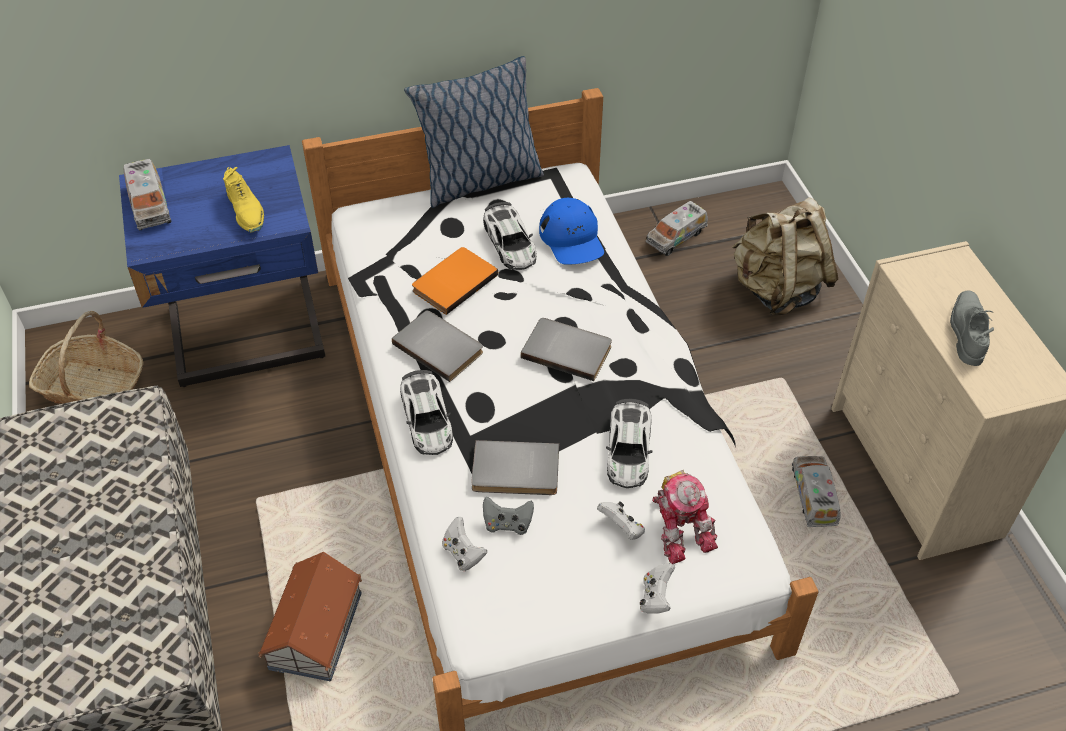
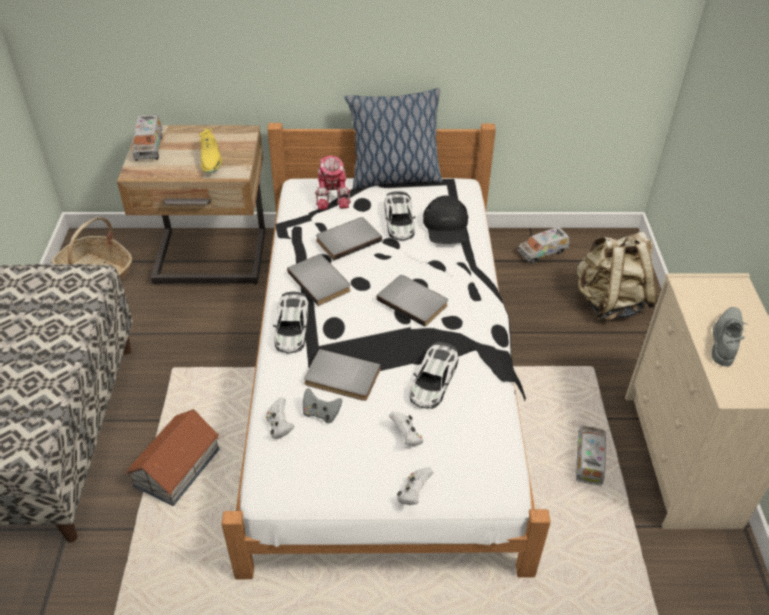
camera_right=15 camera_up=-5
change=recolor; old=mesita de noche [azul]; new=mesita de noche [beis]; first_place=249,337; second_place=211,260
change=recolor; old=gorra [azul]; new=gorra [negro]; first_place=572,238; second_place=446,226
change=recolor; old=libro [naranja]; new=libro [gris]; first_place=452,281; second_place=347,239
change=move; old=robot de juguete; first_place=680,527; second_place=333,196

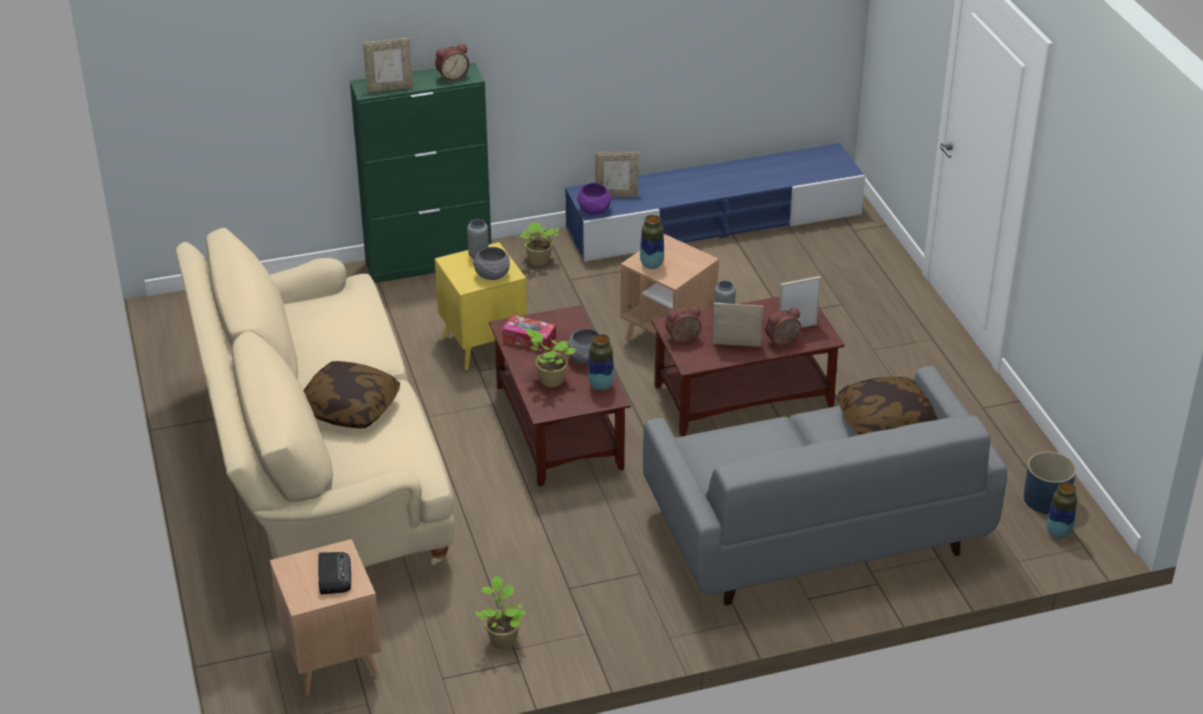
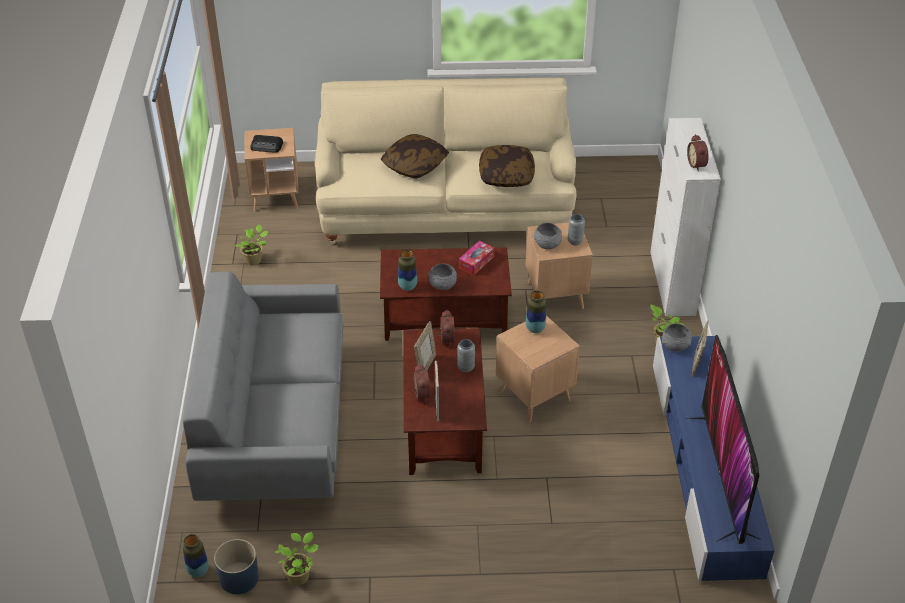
camera_right=105 camera_up=5
change=delete; old=portarretratos; first_place=390,88
change=recolor; old=armario [verde]; new=armario [blanco]; first_place=429,262; second_place=672,283
change=recolor; old=cuenco [morado]; new=cuenco [gris]; first_place=594,210; second_place=675,346
change=recolor; old=mesa auxiliar [amarillo]; new=mesa auxiliar [marrón]; first_place=483,345; second_place=555,295
change=move; old=planta en maceta; first_place=550,380; second_place=299,575
change=move; old=cojín; first_place=885,422; second_place=506,175
change=insert; new=televisor; second_place=723,476

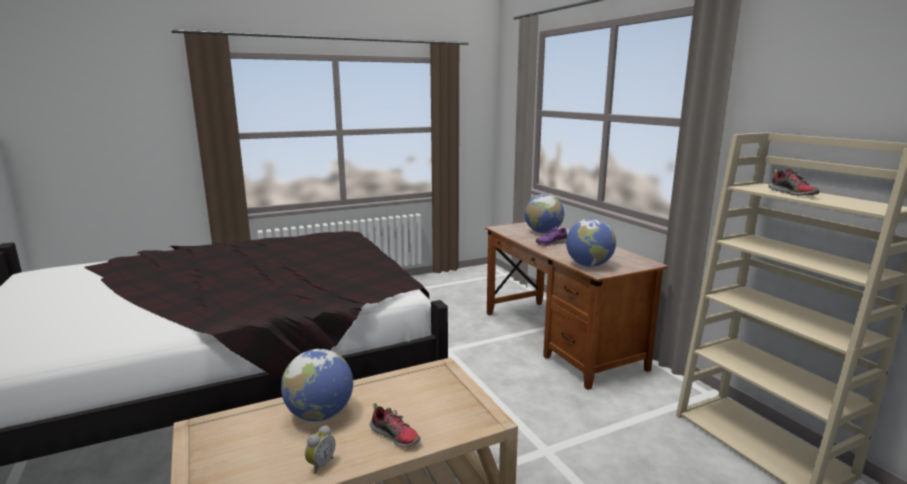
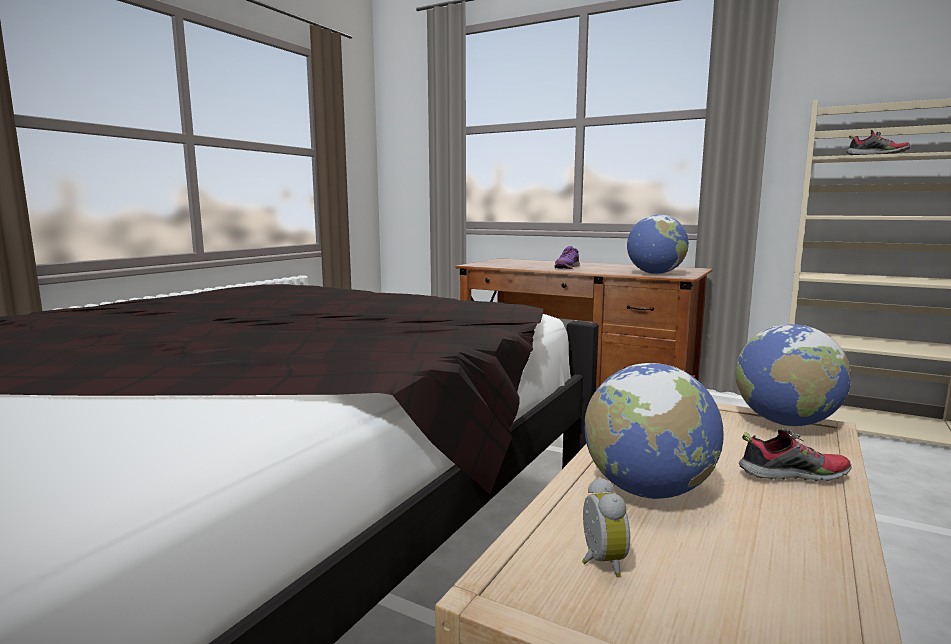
camera_right=-35 camera_up=-5
change=move; old=globo terráqueo; first_place=543,232; second_place=785,422
change=move; old=despertador; first_place=320,464; second_place=599,562

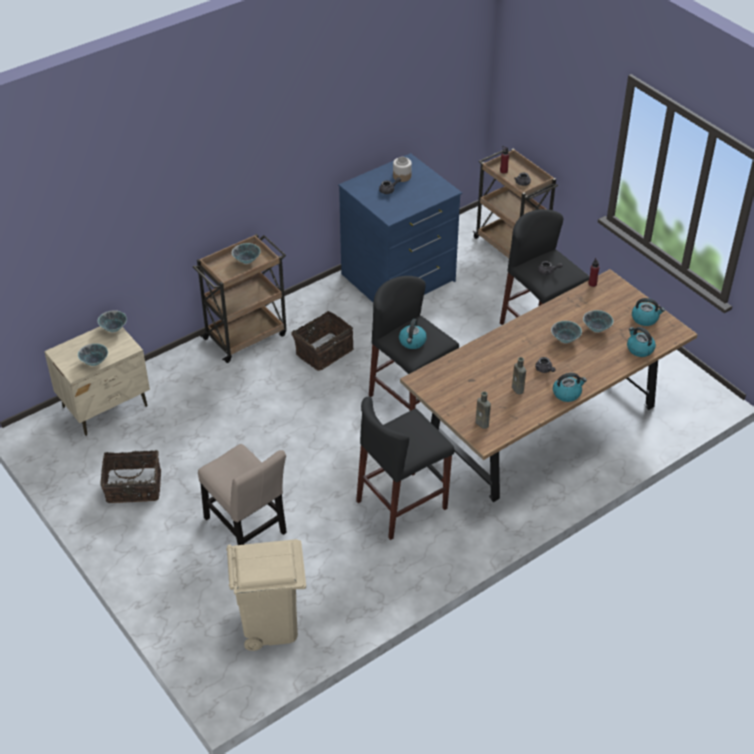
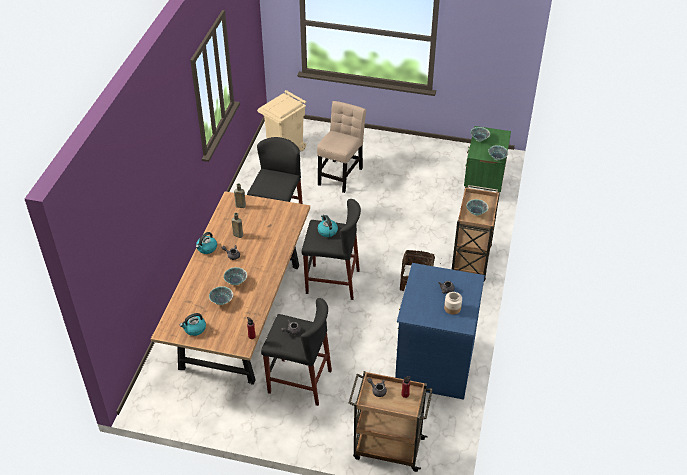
camera_right=140 camera_up=0
change=recolor; old=mesita de noche [beis]; new=mesita de noche [verde]; first_place=105,406; second_place=483,184
change=delete; old=hervidor; first_place=639,349
change=rotate; old=silla [beis]; first_place=247,529; second_place=341,174; degrees=105
change=delete; old=cesta; first_place=133,488

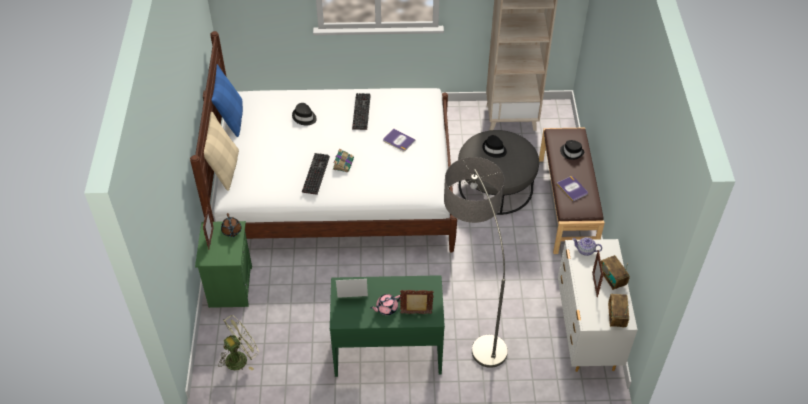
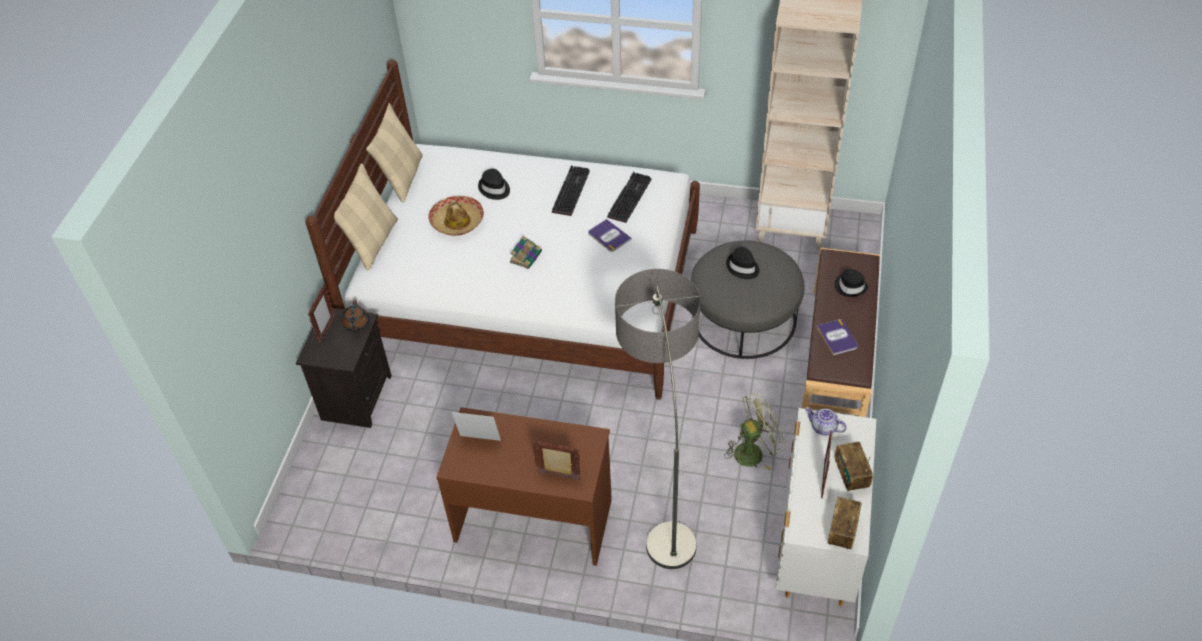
camera_right=15 camera_up=0
change=recolor; old=cojín [azul]; new=cojín [beis]; first_place=231,118; second_place=402,177
change=move; old=teclado; first_place=315,173; second_place=628,197
change=recolor; old=mesita de noche [verde]; new=mesita de noche [negro]; first_place=229,286; second_place=355,396
change=recolor; old=escritorio [verde]; new=escritorio [marrón]; first_place=387,350; second_place=533,519
change=delete; old=tetera [rosa]; first_place=386,308
change=move; old=ventilador [verde]; first_place=240,357; second_place=753,451
change=insert; new=sombrero; second_place=457,221

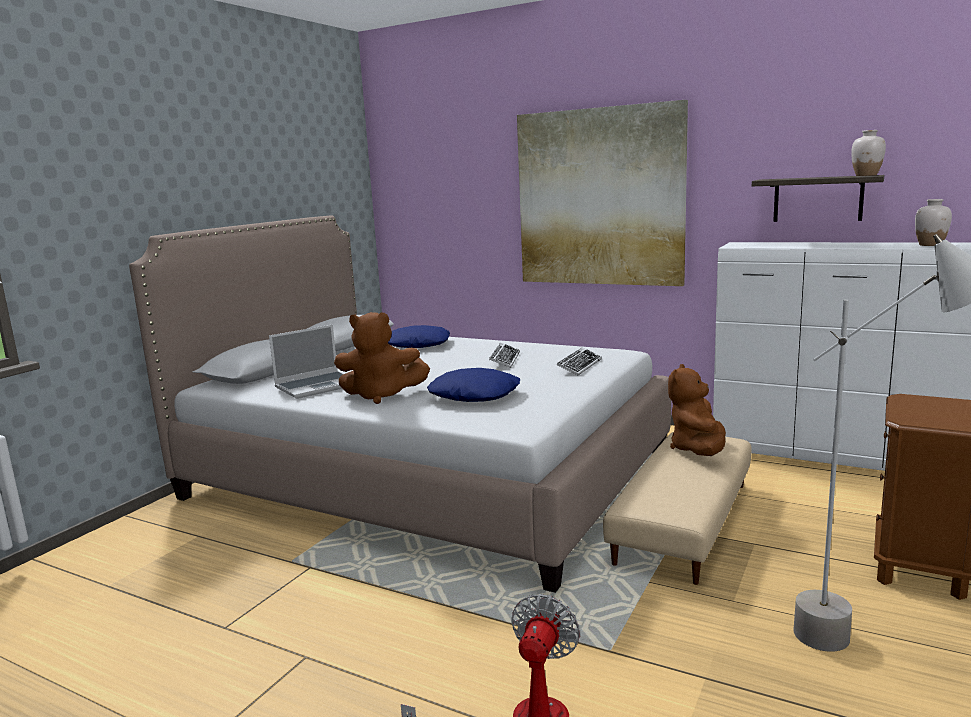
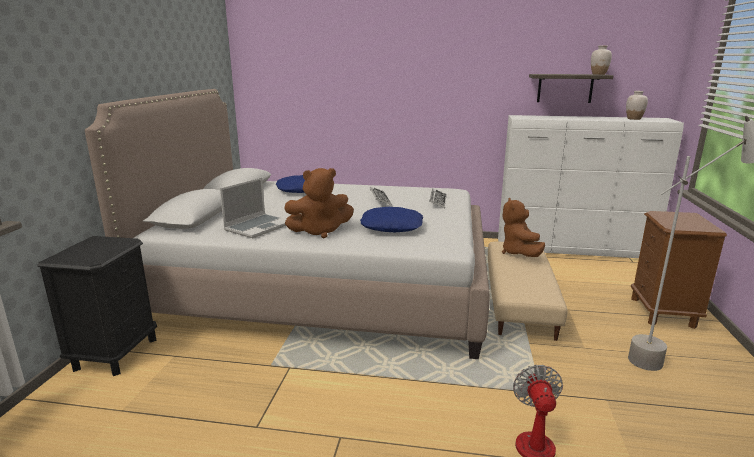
camera_right=-20 camera_up=5
change=delete; old=cuadro; first_place=600,197
change=insert; new=mesita de noche [negro]; second_place=115,354

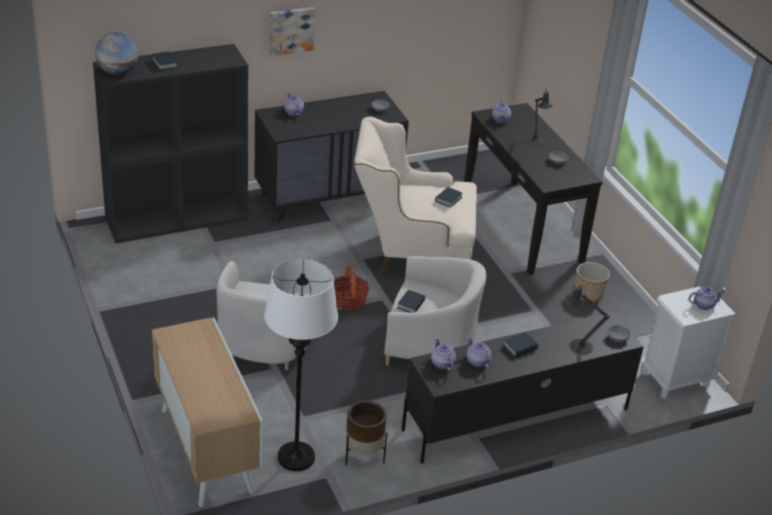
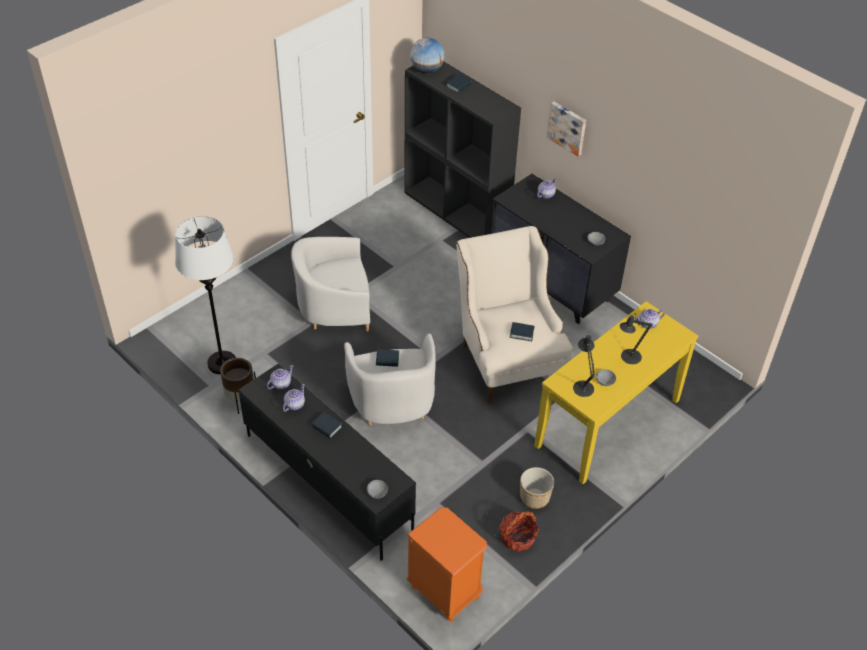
camera_right=70 camera_up=10
change=recolor; old=mesa consola [negro]; new=mesa consola [amarillo]; first_place=522,226; second_place=608,423
change=move; old=cesta; first_place=349,300; second_place=517,537
change=move; old=lámpara de mesa [negro]; first_place=577,346; second_place=582,386
change=recolor; old=mesita de noche [blanco]; new=mesita de noche [naranja]; first_place=675,379; second_place=445,591
change=delete; old=tetera; first_place=704,305
change=delete; old=armario; first_place=205,449

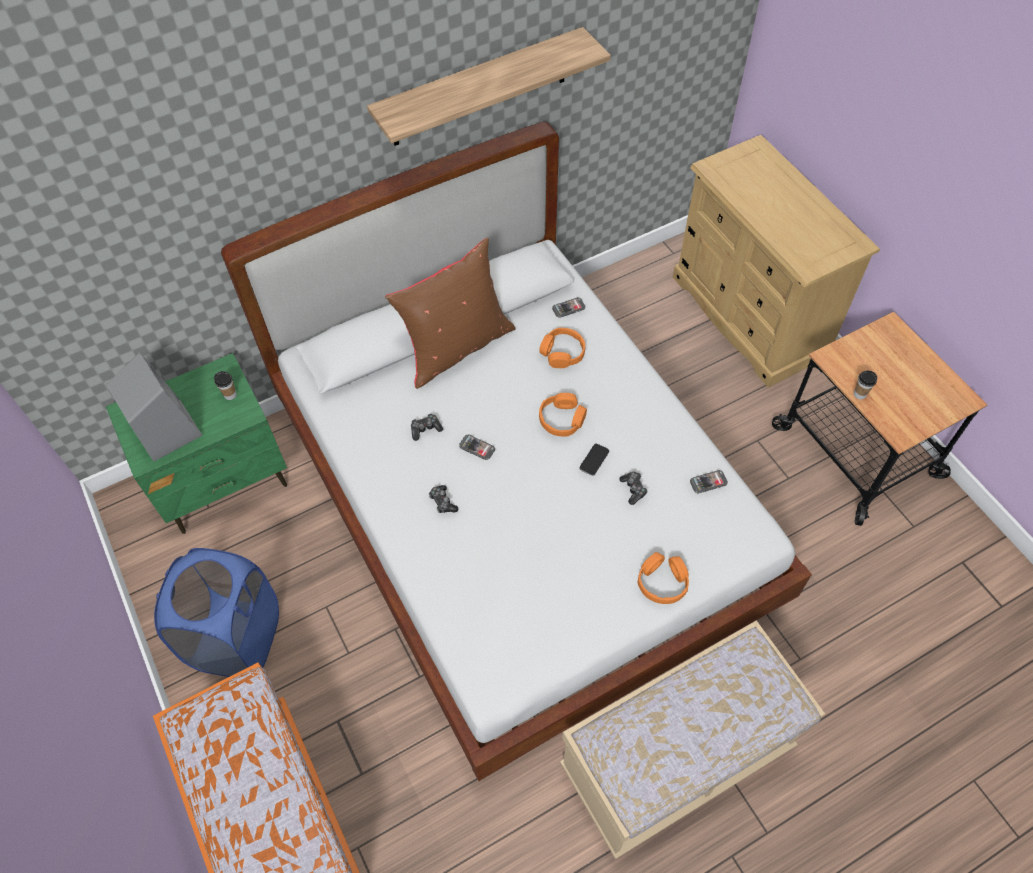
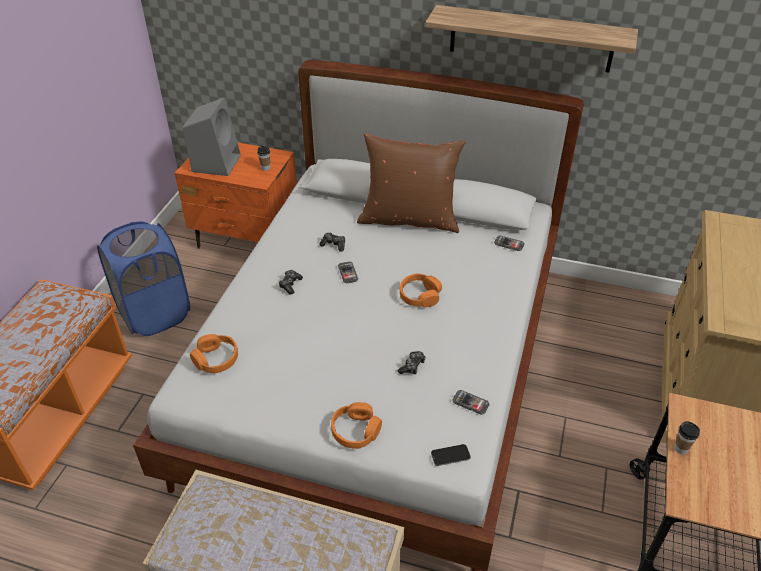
camera_right=45 camera_up=-15
change=move; old=auriculares [naranja]; first_place=562,352; second_place=216,359
change=recolor; old=mesita de noche [verde]; new=mesita de noche [naranja]; first_place=223,480; second_place=247,238
change=move; old=móvil; first_place=594,460; second_place=450,455

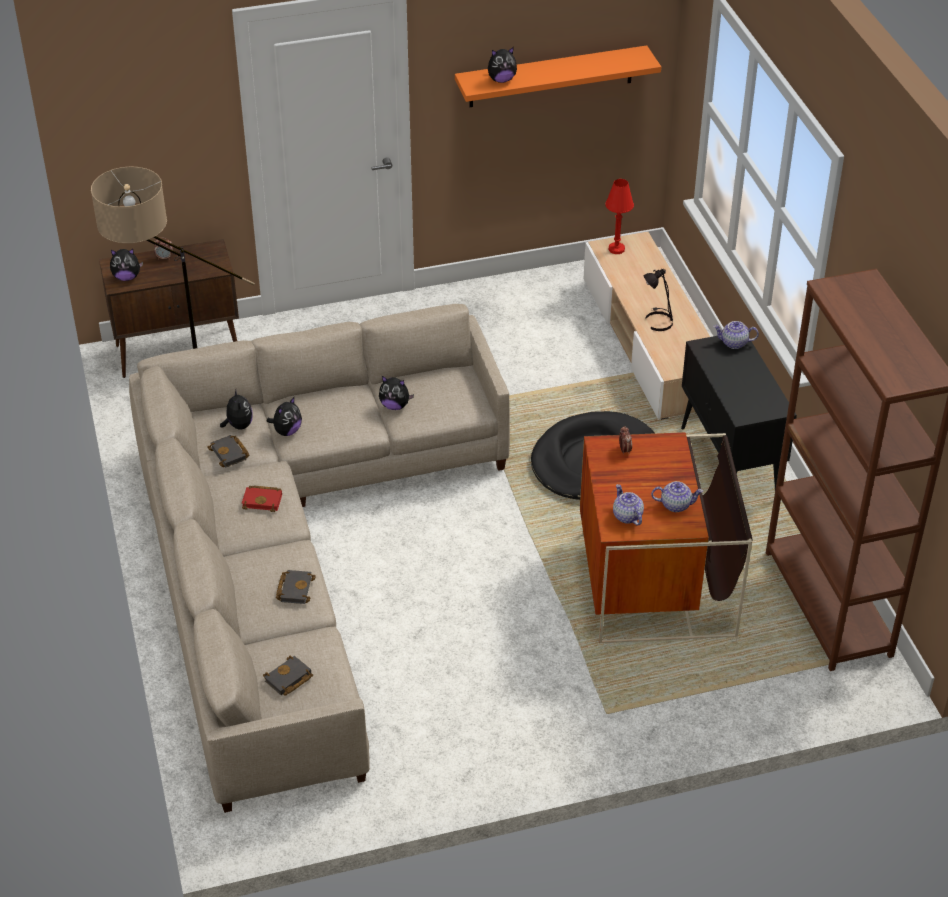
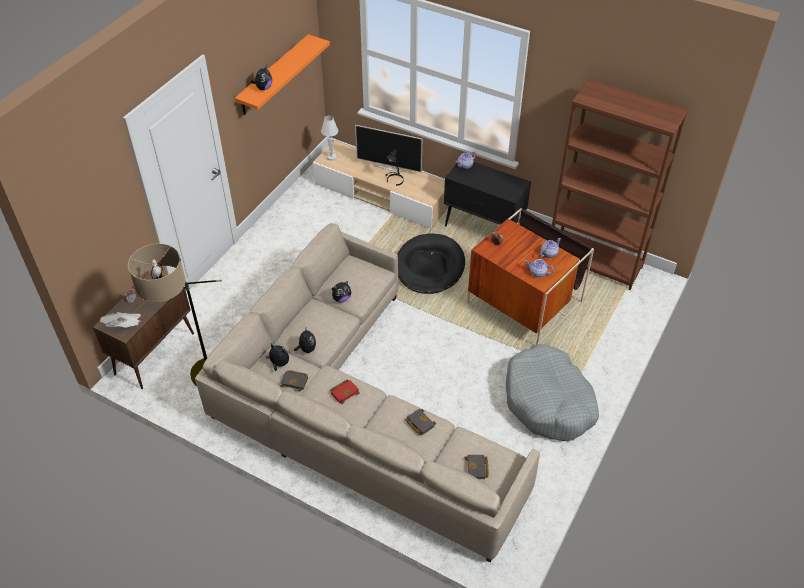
camera_right=-45 camera_up=5
change=recolor; old=lámpara de mesa [rojo]; new=lámpara de mesa [blanco]; first_place=616,249; second_place=331,157
change=replace; old=peluche; new=periódico; first_place=127,277; second_place=124,326
change=insert; new=televisor; second_place=390,168
change=insert; new=cama para perro [gris]; second_place=548,401

